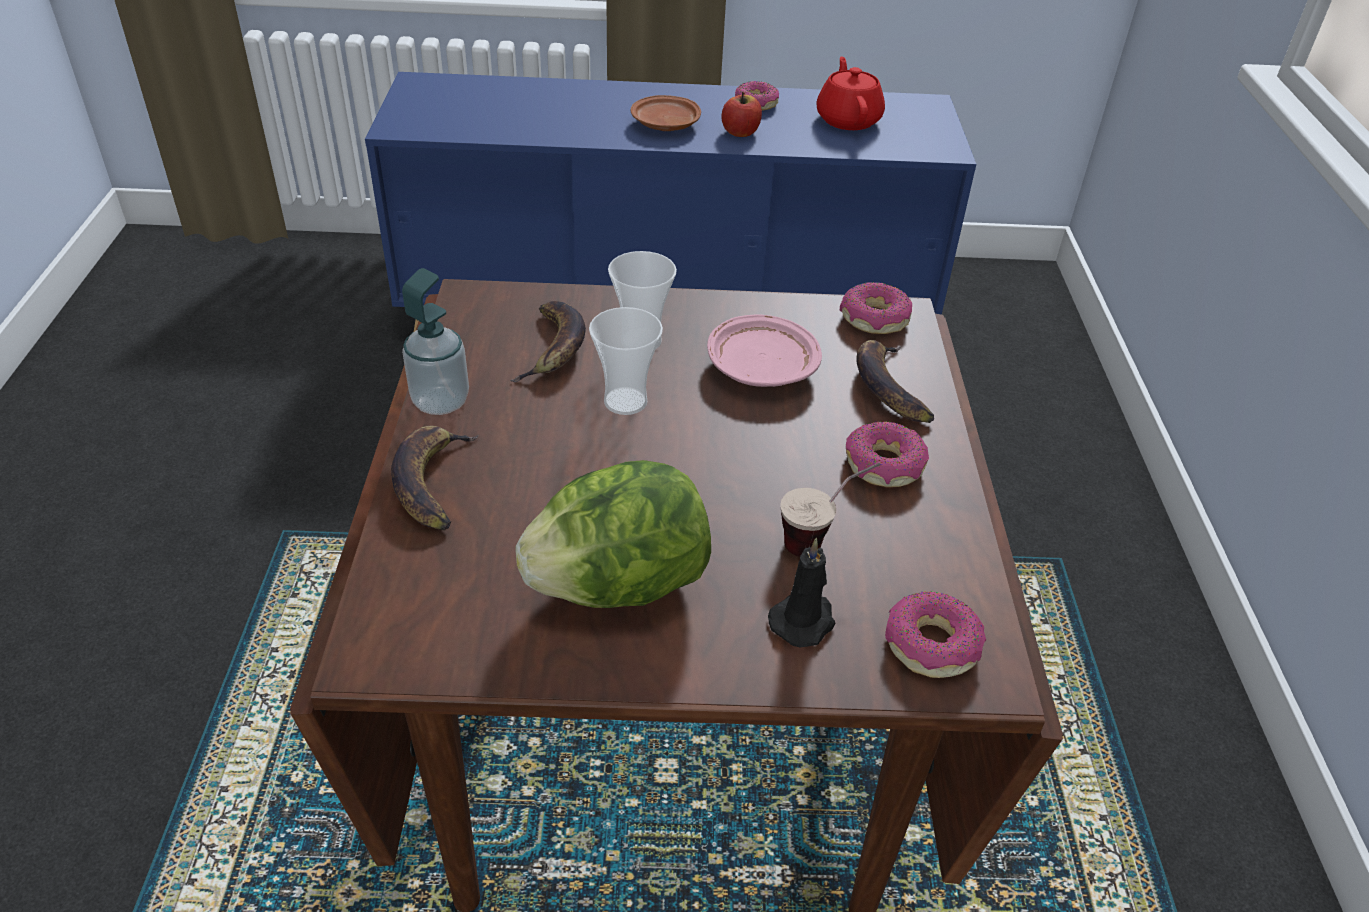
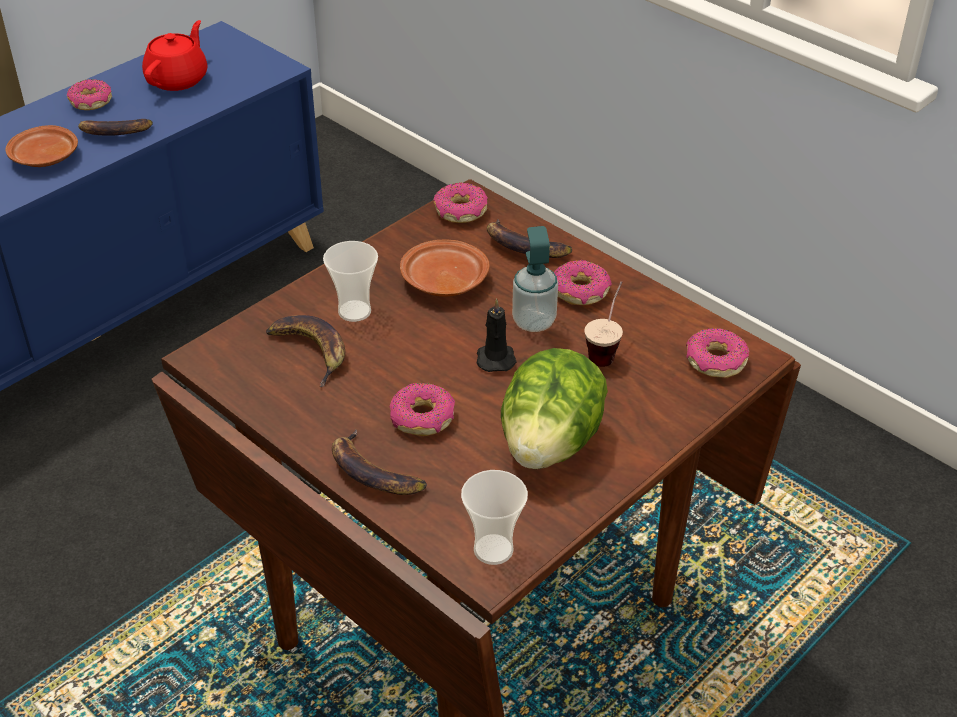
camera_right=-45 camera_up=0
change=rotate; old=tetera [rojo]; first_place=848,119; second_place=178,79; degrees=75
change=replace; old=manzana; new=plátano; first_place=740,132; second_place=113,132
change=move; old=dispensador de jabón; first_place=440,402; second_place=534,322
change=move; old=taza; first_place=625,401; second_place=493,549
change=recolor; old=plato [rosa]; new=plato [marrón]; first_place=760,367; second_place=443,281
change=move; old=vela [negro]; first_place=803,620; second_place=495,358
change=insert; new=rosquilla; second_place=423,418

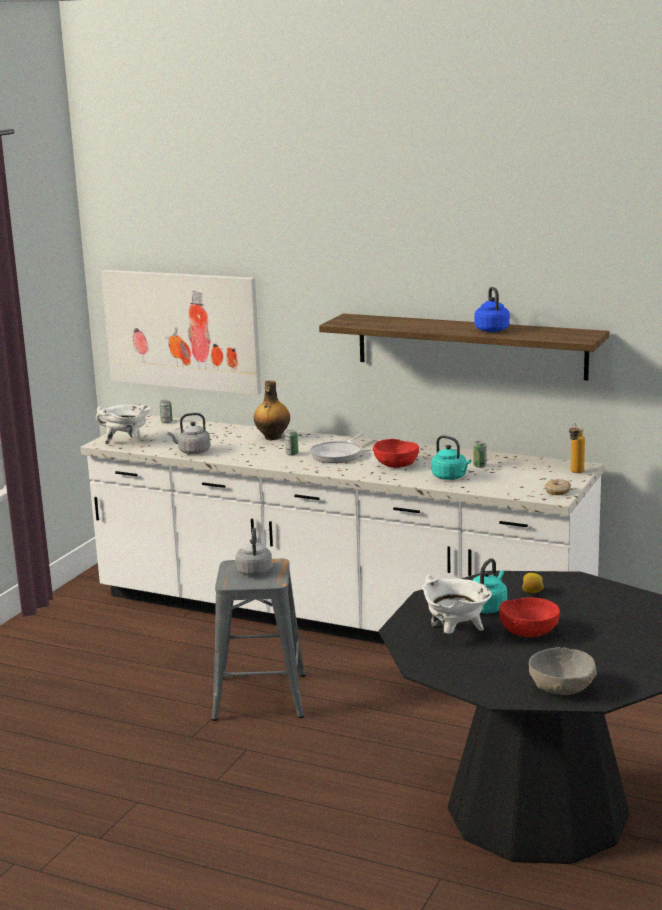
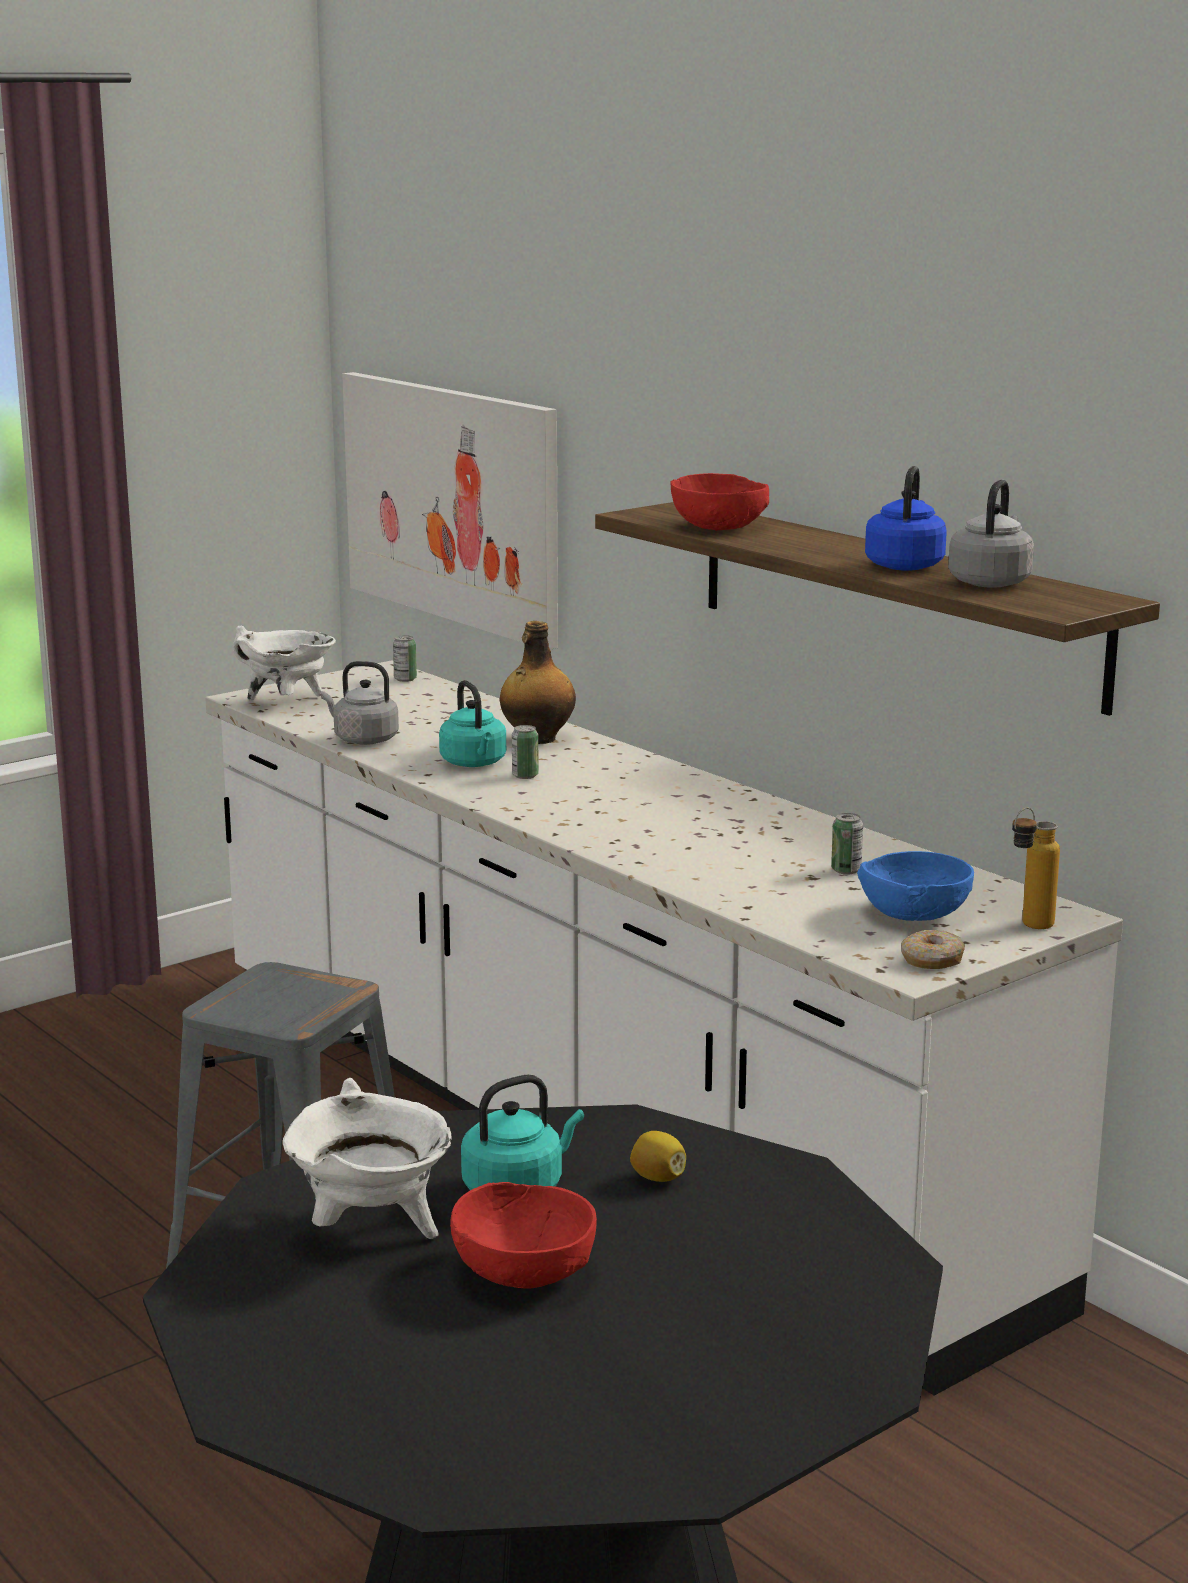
camera_right=25 camera_up=0
change=delete; old=sartén; first_place=338,454
change=move; old=hervidor [turquesa]; first_place=450,477; second_place=474,763
change=move; old=cuenco [rojo]; first_place=396,465; second_place=720,527
change=move; old=hervidor [gris]; first_place=254,571; second_place=990,582
change=delete; old=cuenco [gris]; first_place=561,688
change=insert; new=cuenco [azul]; second_place=914,913

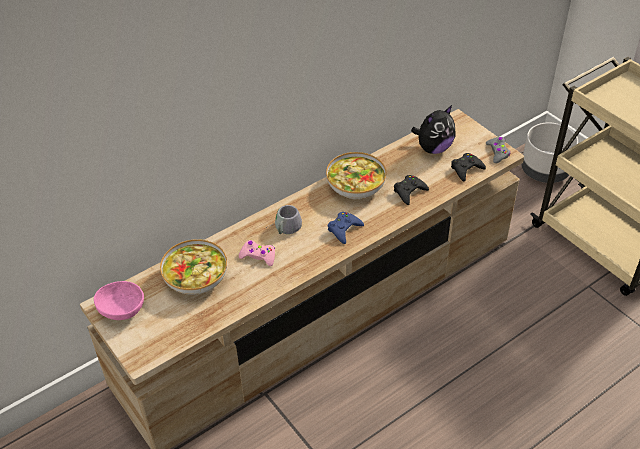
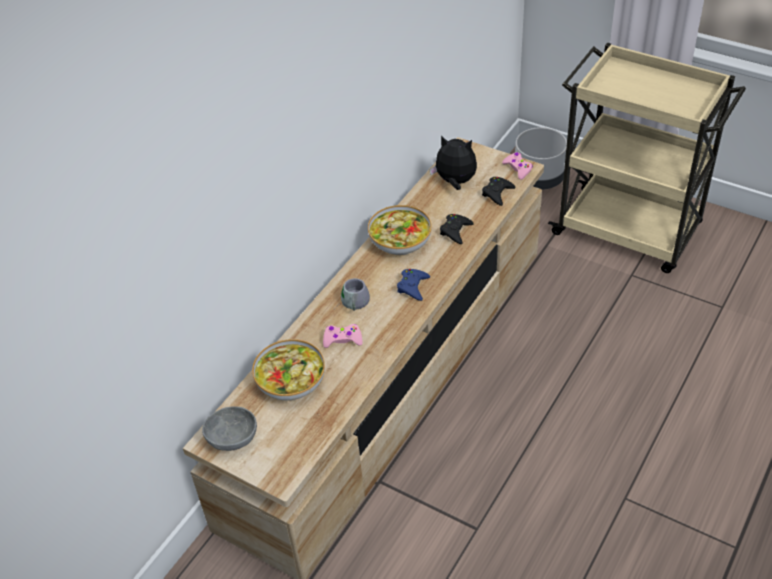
camera_right=-20 camera_up=0
change=rotate; old=peluche; first_place=433,148; second_place=455,182; degrees=-105
change=recolor; old=mando de consola [gris]; new=mando de consola [rosa]; first_place=497,152; second_place=518,169
change=recolor; old=cuenco [rosa]; new=cuenco [gris]; first_place=122,309; second_place=232,438

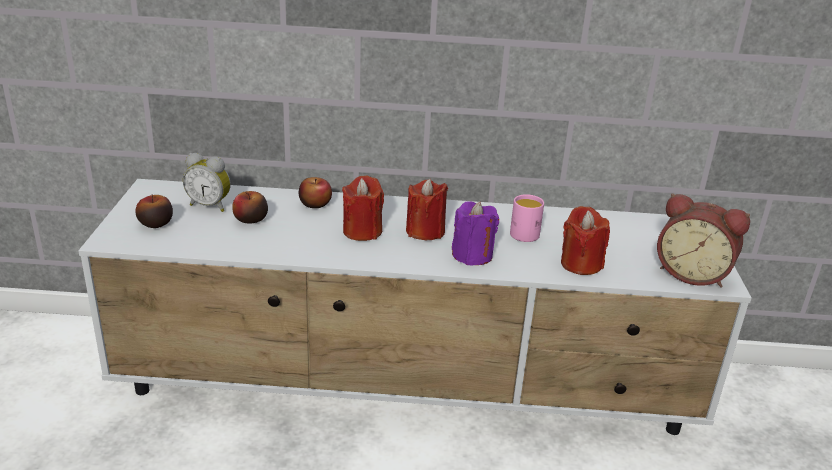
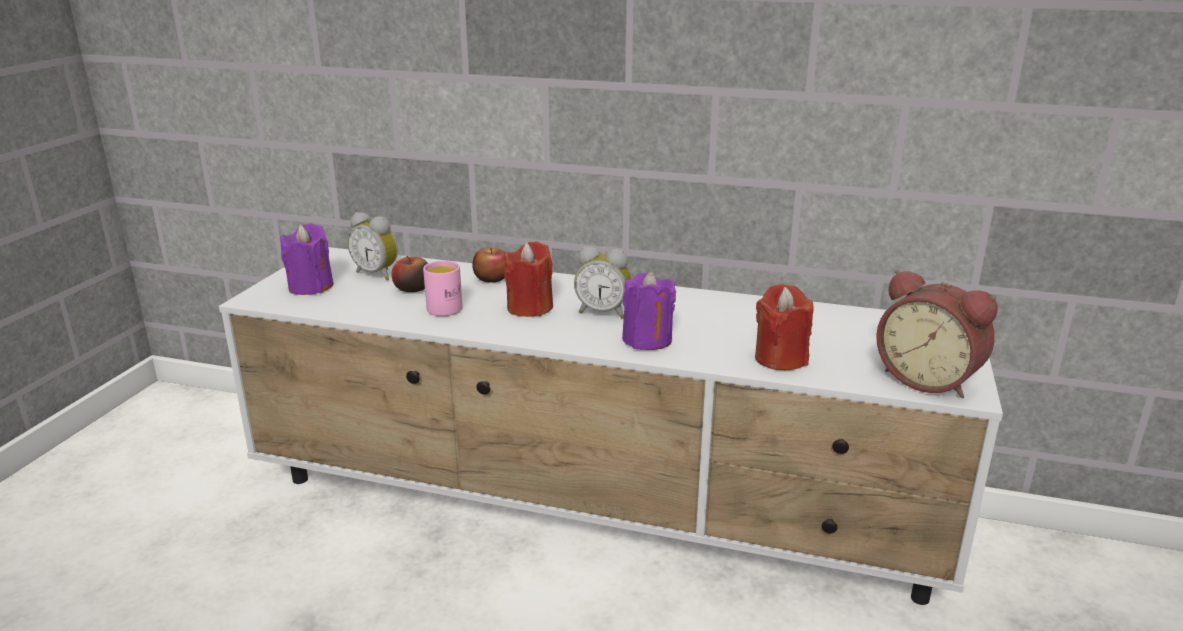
camera_right=15 camera_up=-5
change=replace; old=vela [rojo]; new=despertador; first_place=425,231; second_place=603,312
change=replace; old=manzana; new=vela [morado]; first_place=155,223; second_place=311,287
change=move; old=taza grande [rosa]; first_place=523,232; second_place=446,306

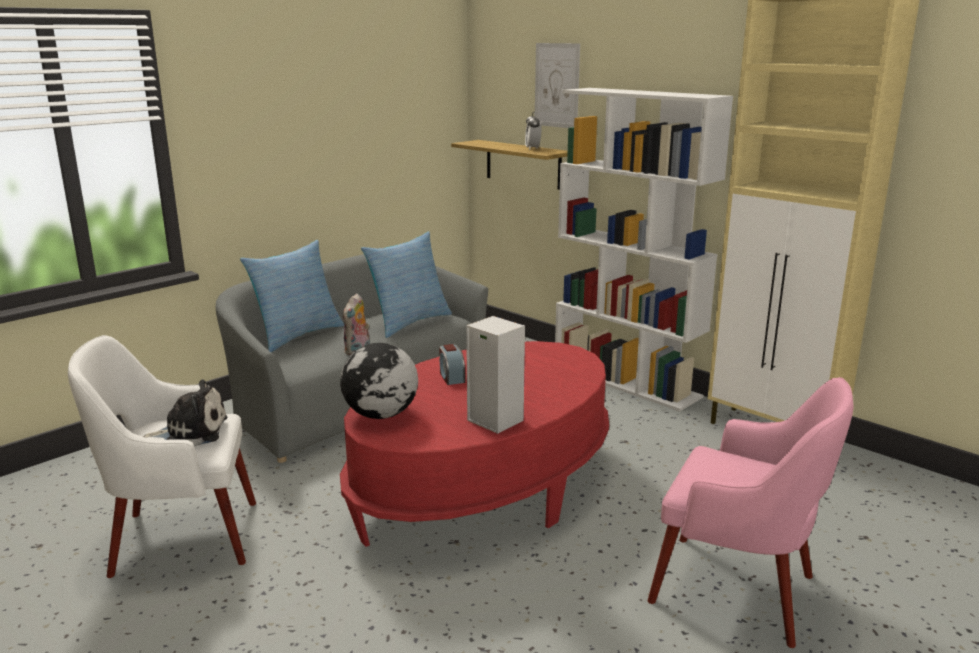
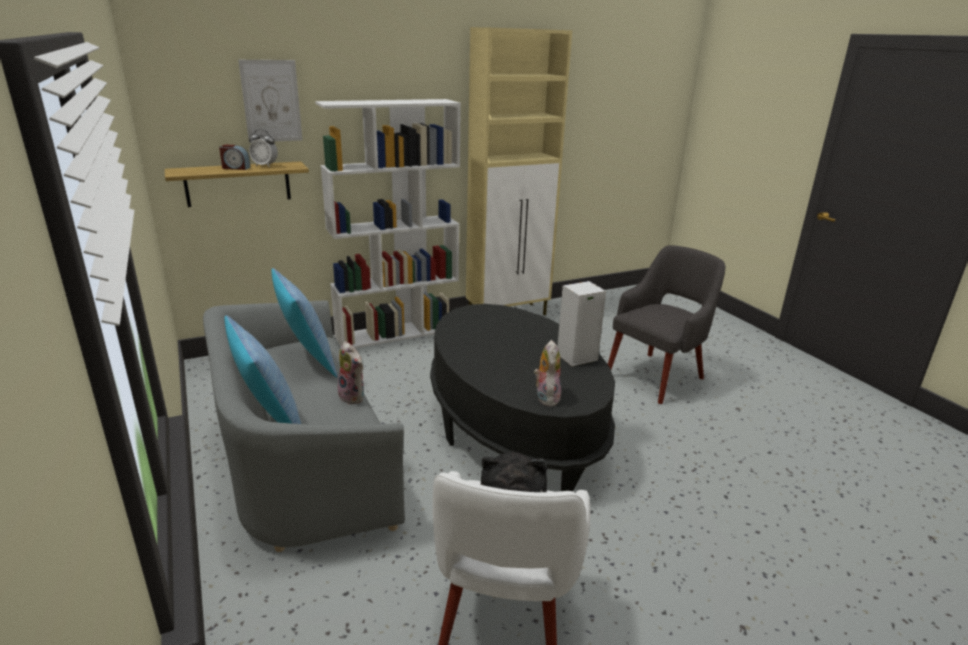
camera_right=-70 camera_up=5
change=recolor; old=mesa de centro [rojo]; new=mesa de centro [negro]; first_place=484,489; second_place=514,427
change=replace; old=globo terráqueo; new=peluche; first_place=380,415; second_place=546,397
change=move; old=despertador; first_place=451,377; second_place=235,168
change=recolor; old=sillón [rosa]; new=sillón [gris]; first_place=736,589; second_place=655,376

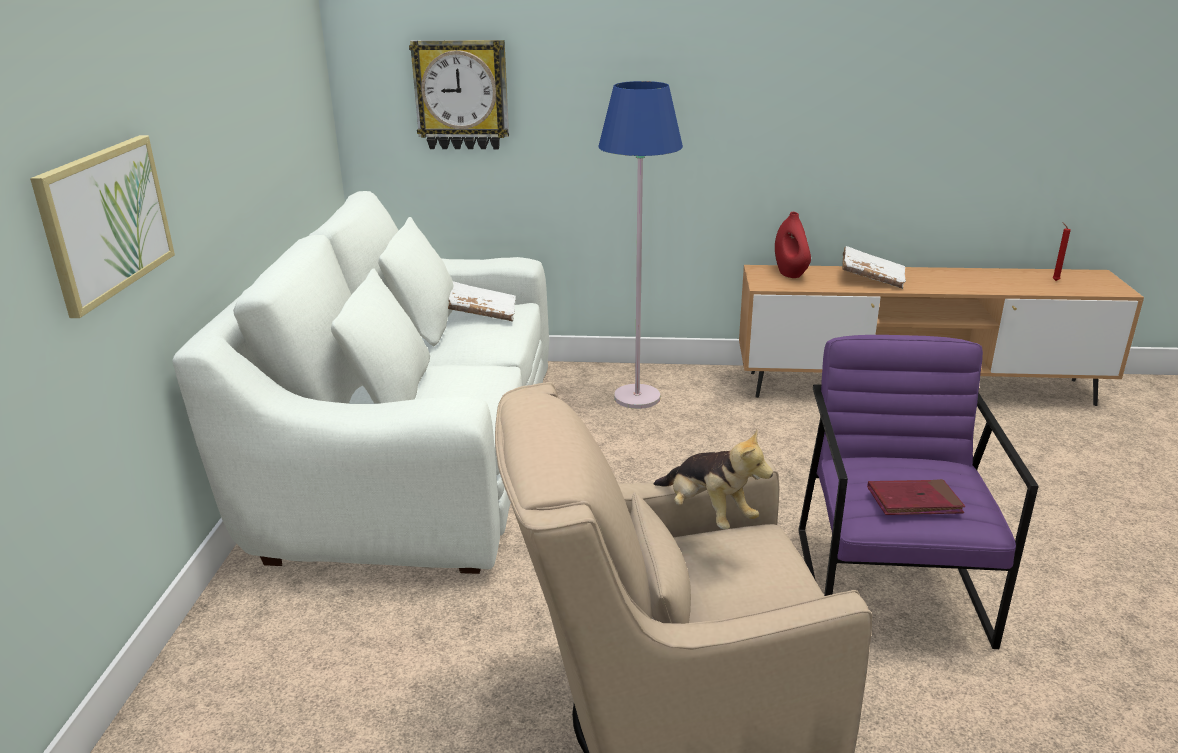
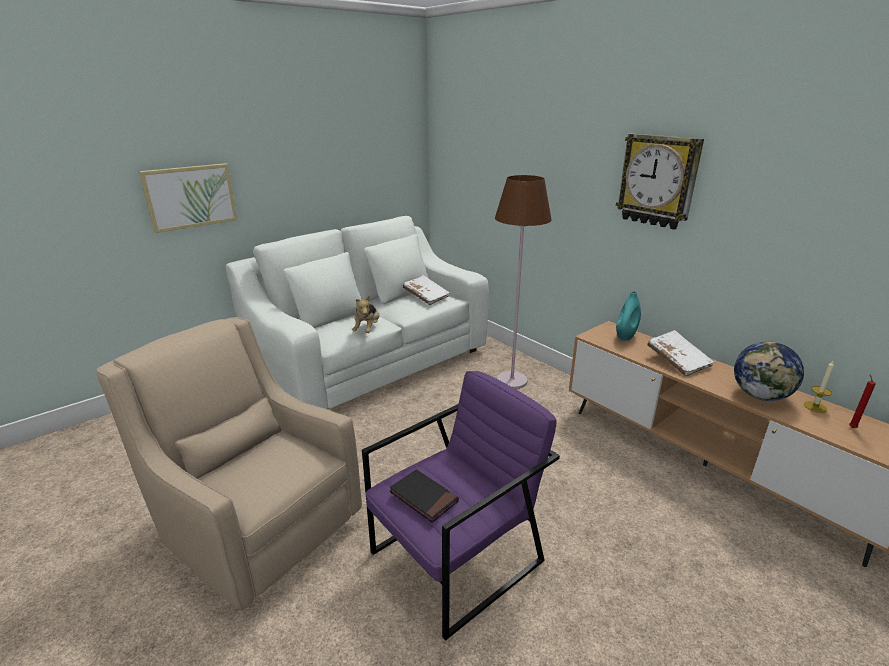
camera_right=45 camera_up=0
change=move; old=reloj de pared; first_place=462,95; second_place=658,181
change=recolor; old=lámpara de pie [azul]; new=lámpara de pie [marrón]; first_place=637,397; second_place=512,381
change=recolor; old=florero [rojo]; new=florero [turquesa]; first_place=790,274; second_place=625,336
change=move; old=peluche; first_place=707,513; second_place=367,329
change=recolor; old=libro [rojo]; new=libro [negro]; first_place=914,501; second_place=423,497
change=insert; new=globo terráqueo; second_place=760,396
change=insert; new=vela; second_place=815,407

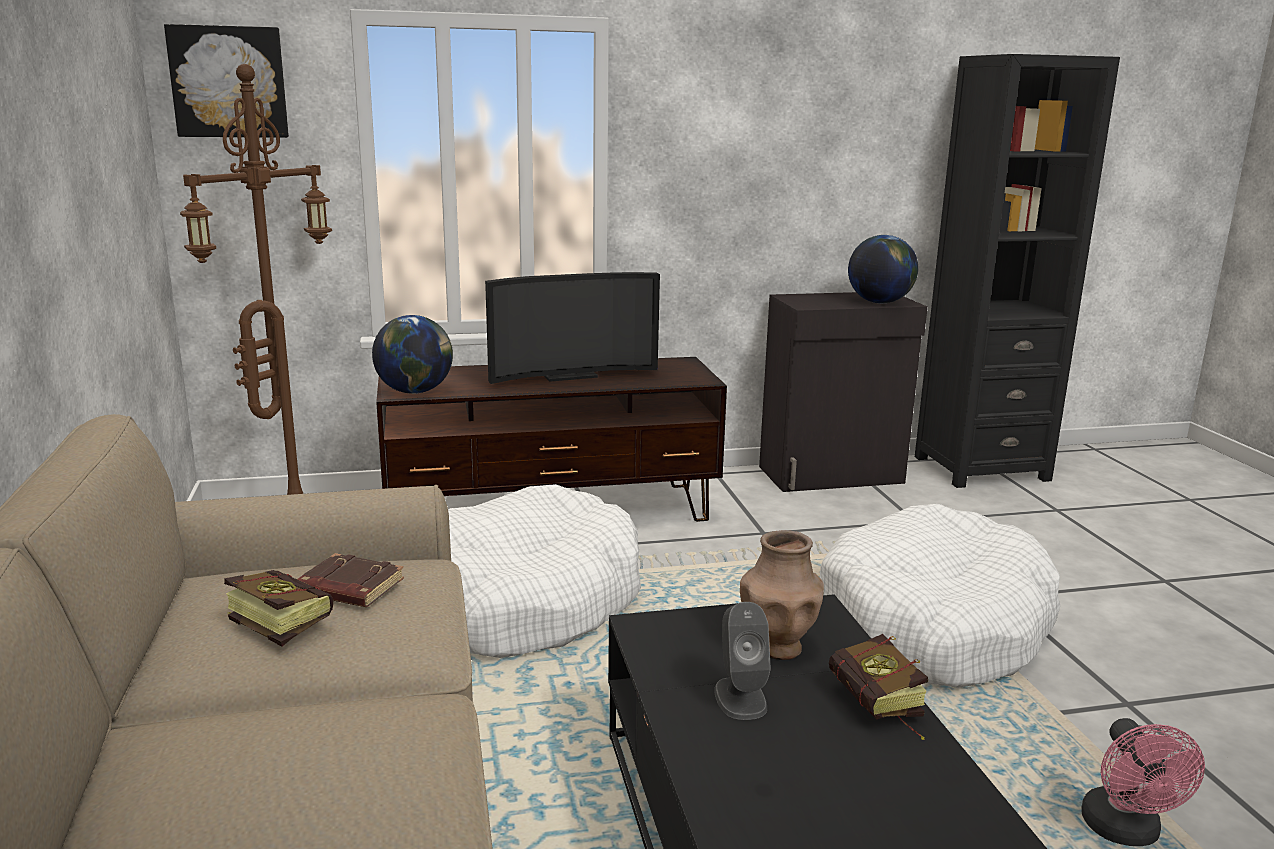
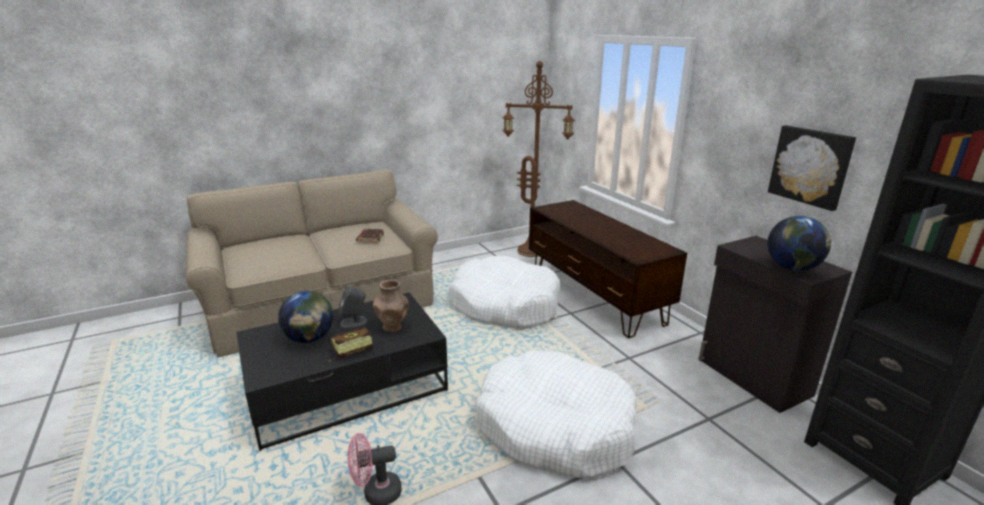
camera_right=75 camera_up=5
change=move; old=cuadro; first_place=229,82; second_place=811,166
change=delete; old=televisor; first_place=568,375
change=move; old=globo terráqueo; first_place=415,391; second_place=309,338
change=delete; old=libro; first_place=274,624

